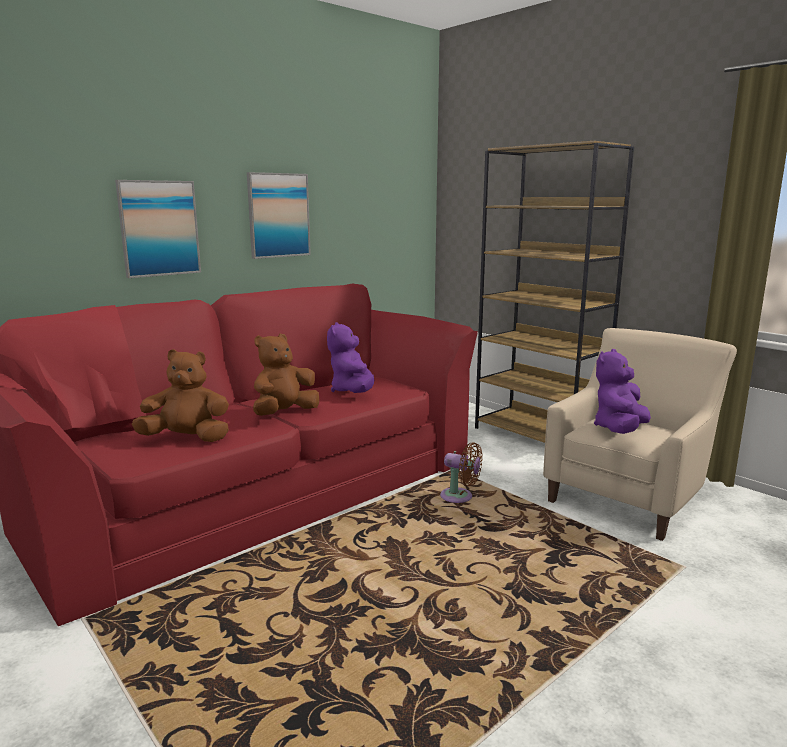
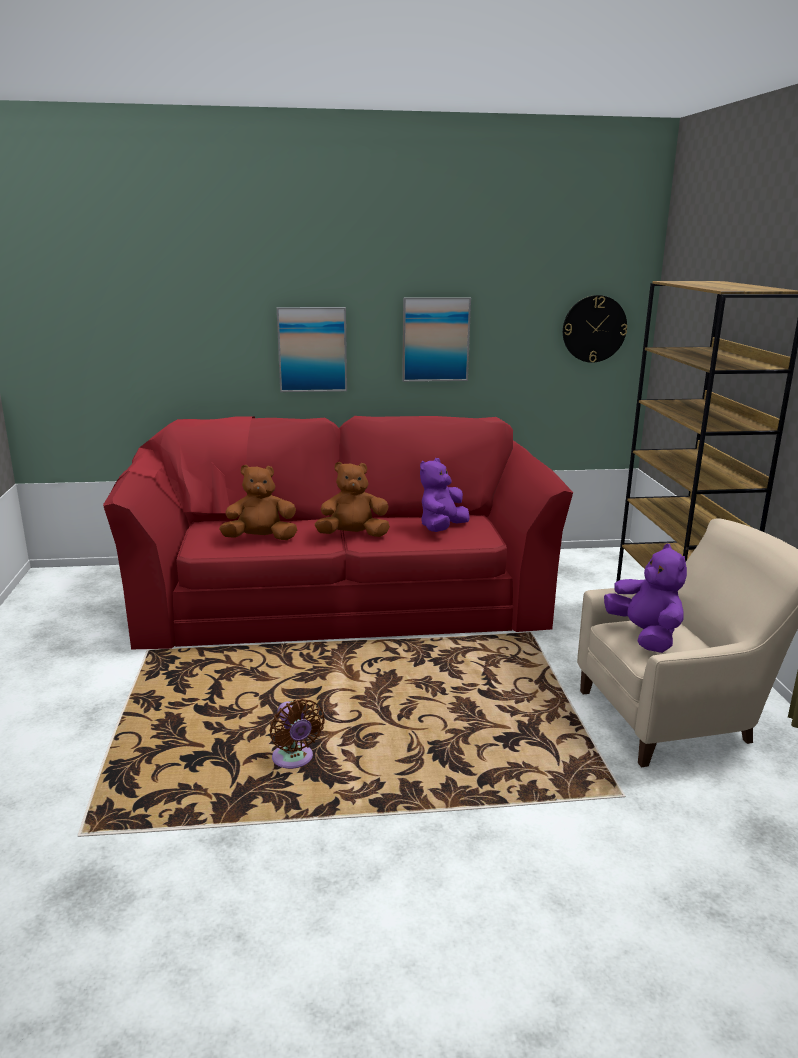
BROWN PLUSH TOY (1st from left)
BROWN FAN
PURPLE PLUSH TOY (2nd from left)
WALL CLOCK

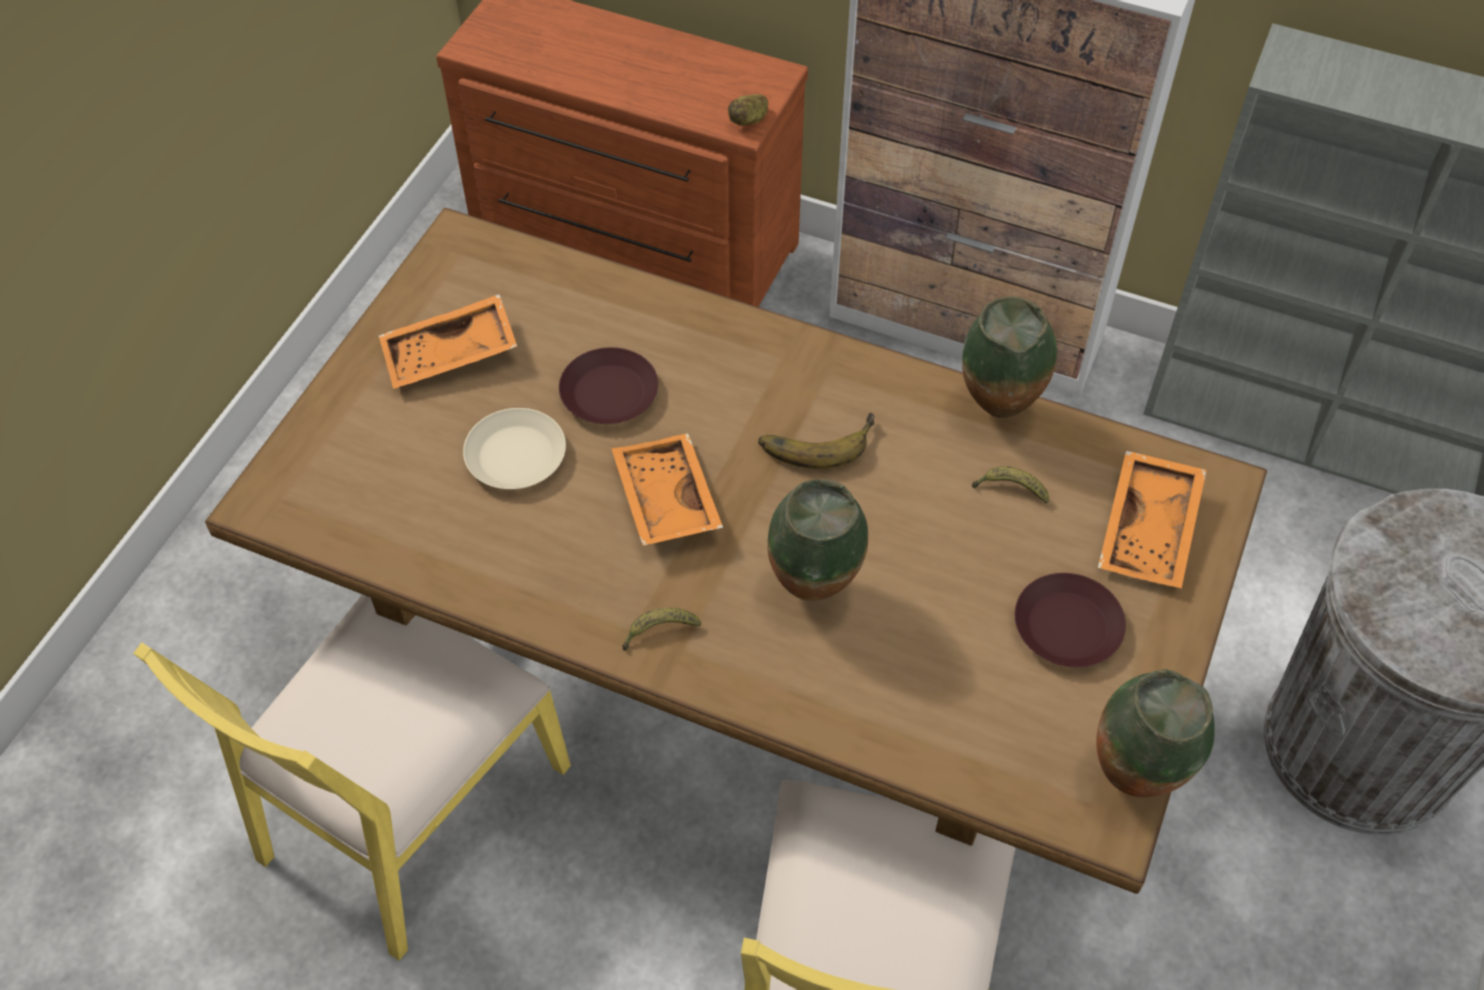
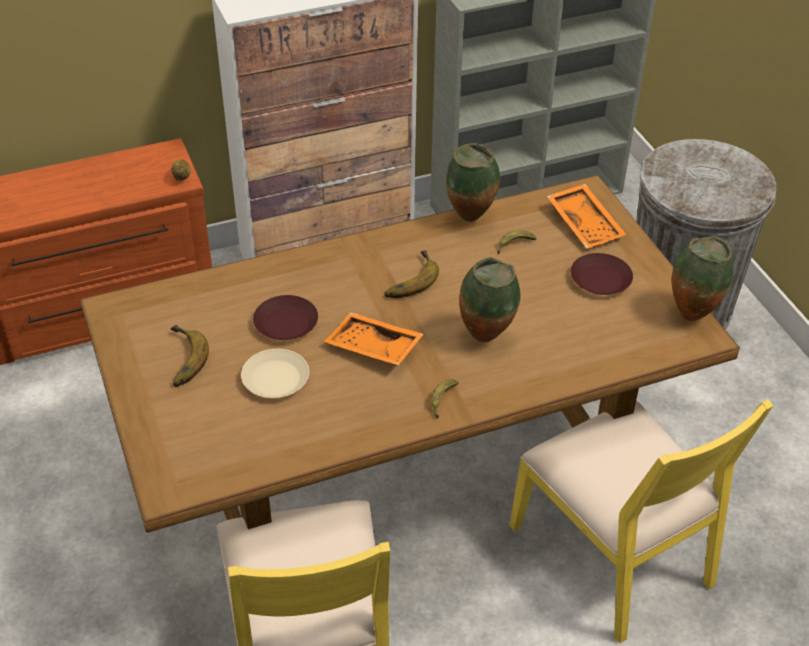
BANANA (1st from left)

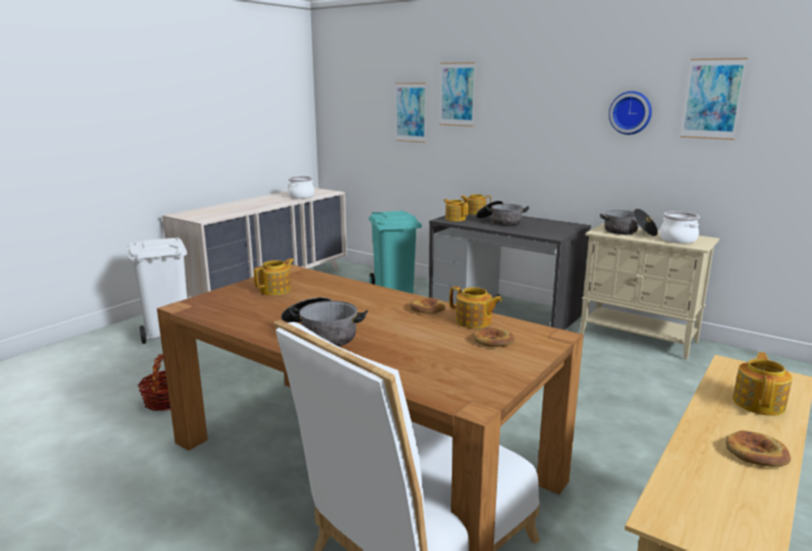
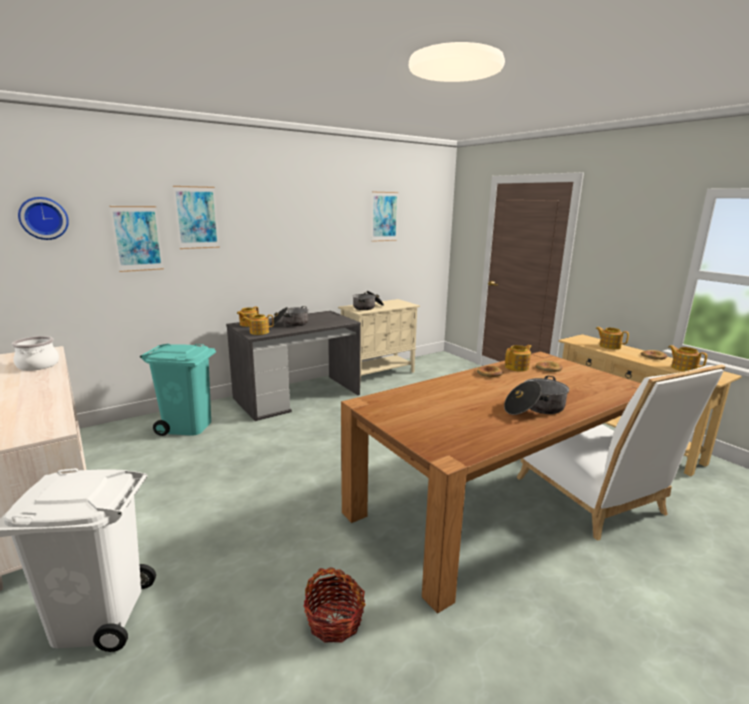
TEAPOT (5th from left)
WALL CLOCK
COOKING POT (5th from left in the first image)

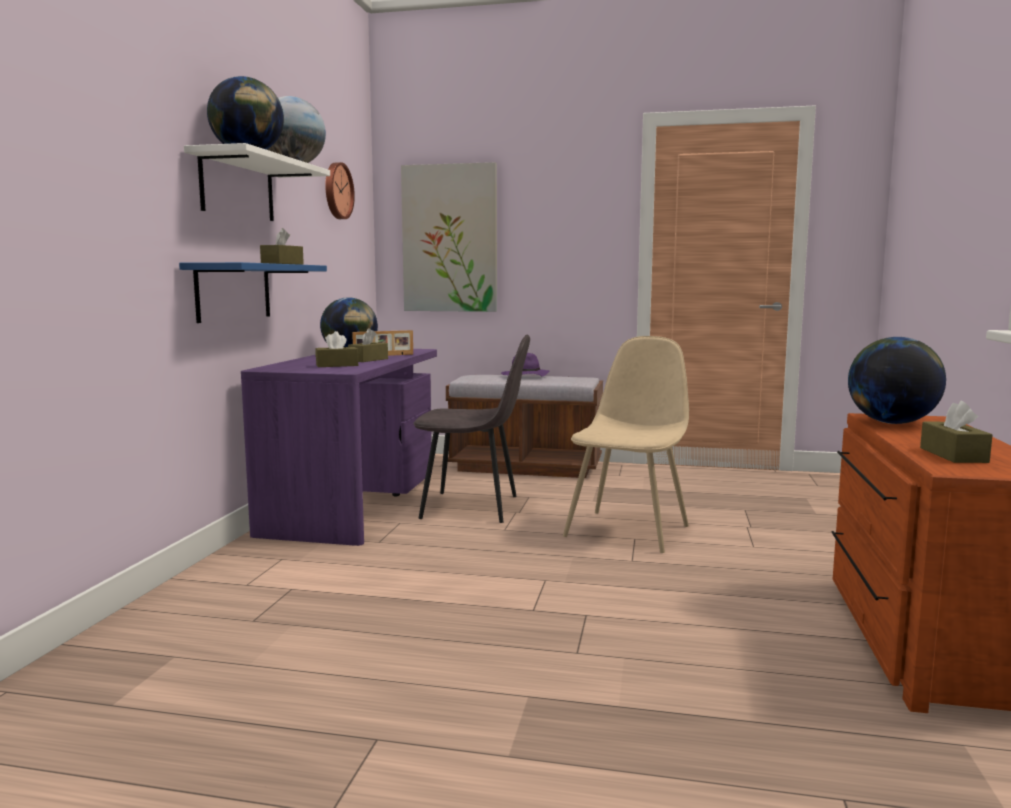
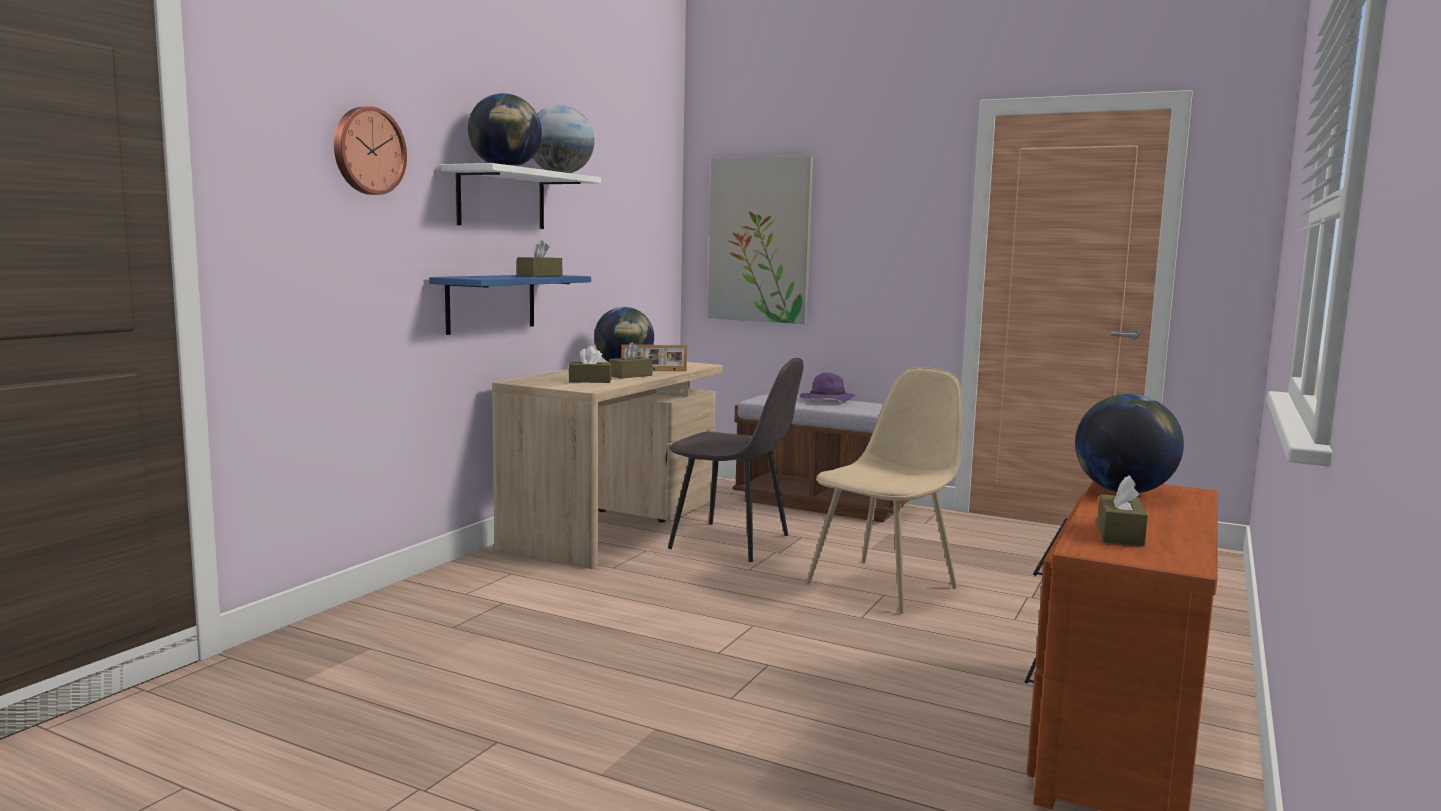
BEIGE DESK
WALL CLOCK

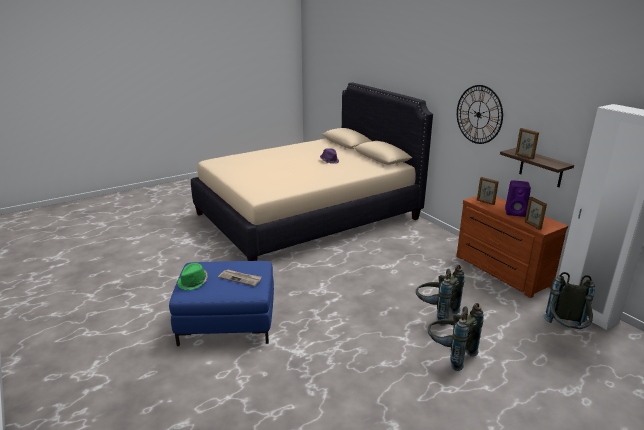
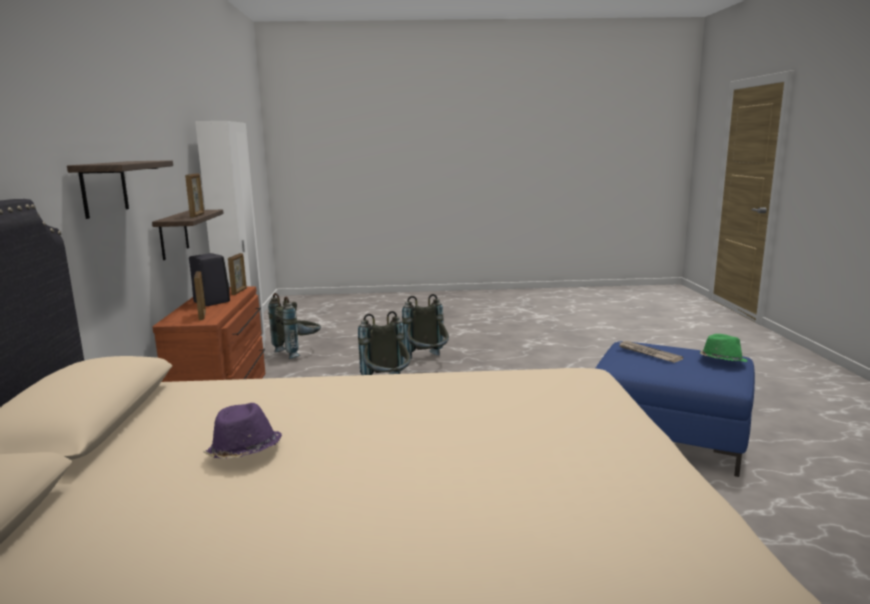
SHELF (1st from left)
BLACK SPEAKER

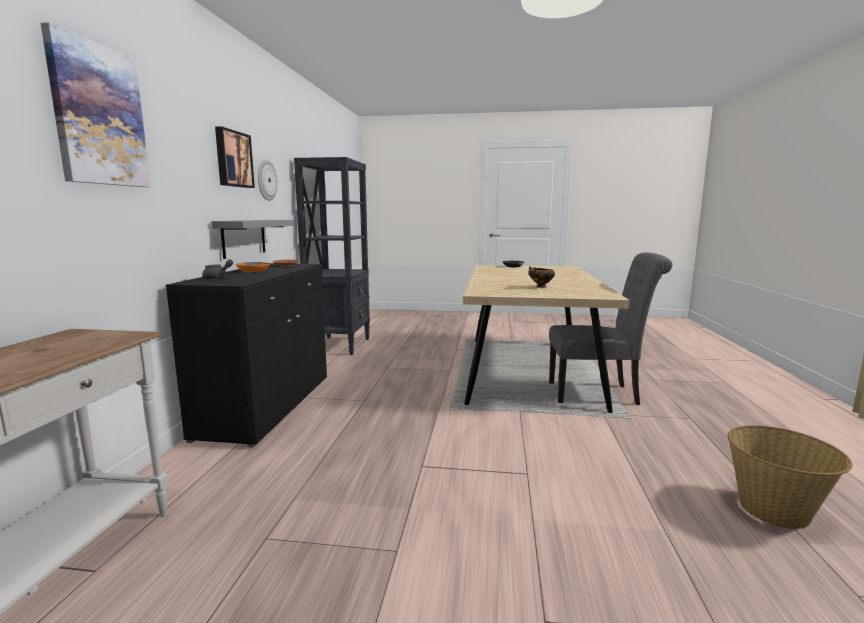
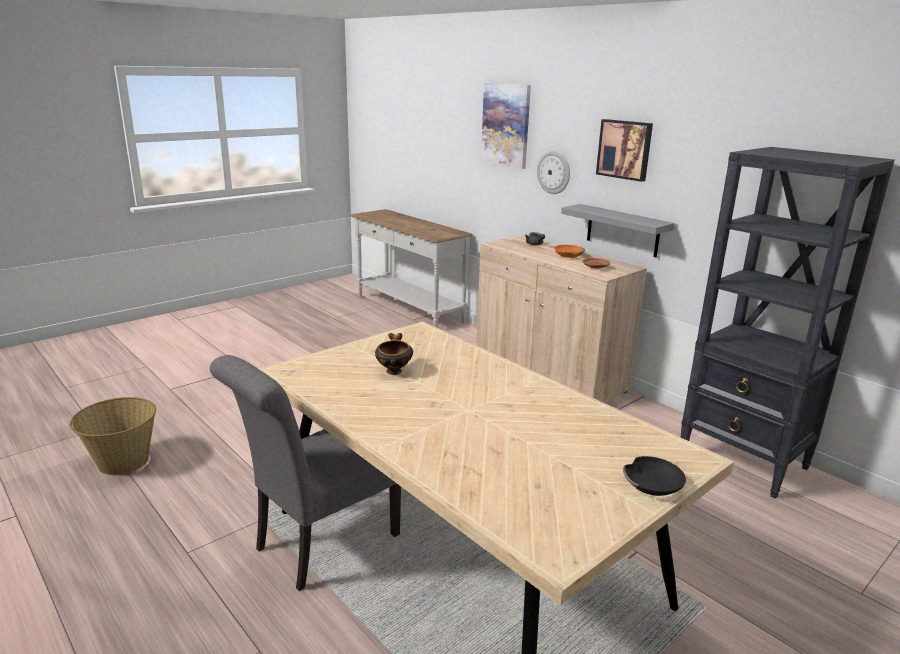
BEIGE CABINET
WALL CLOCK

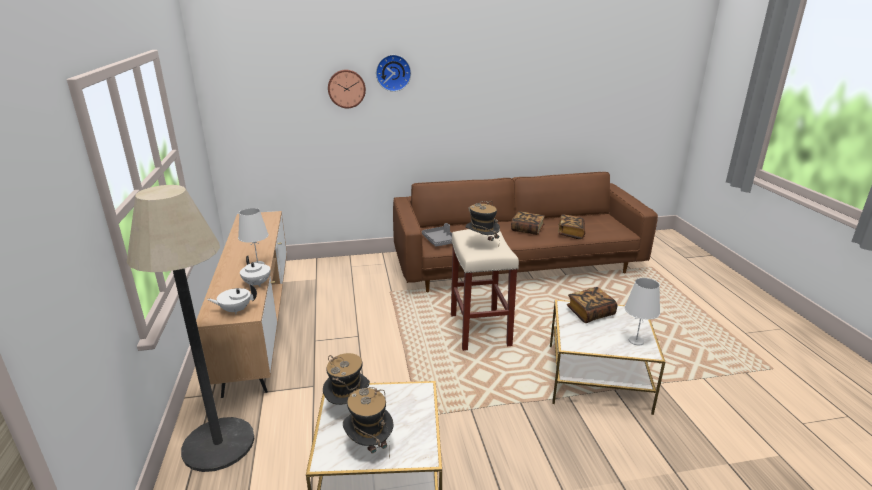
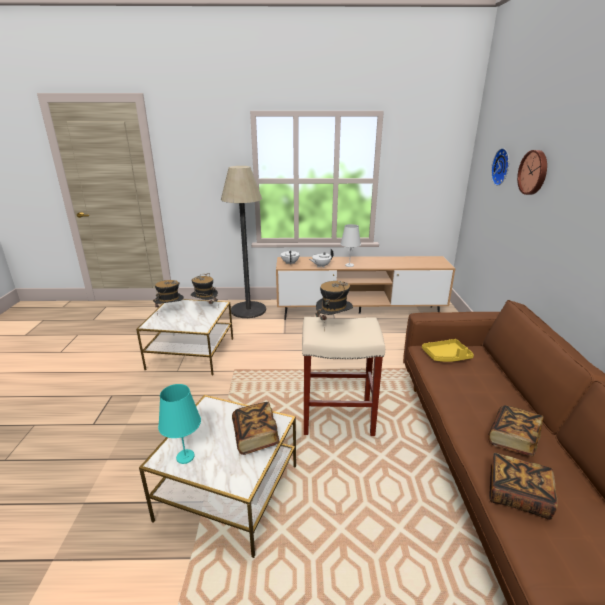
WALL CLOCK (1st from left)
YELLOW TRAY
TURQUOISE TABLE LAMP

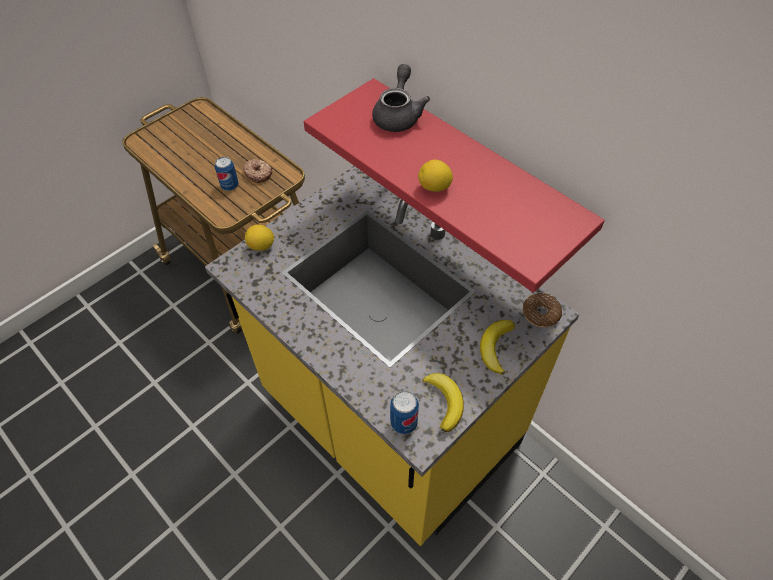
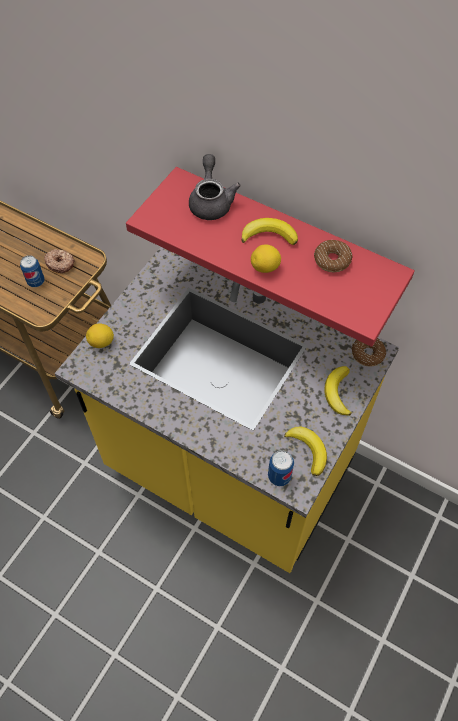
BANANA (1st from left)
DONUT (2nd from left)

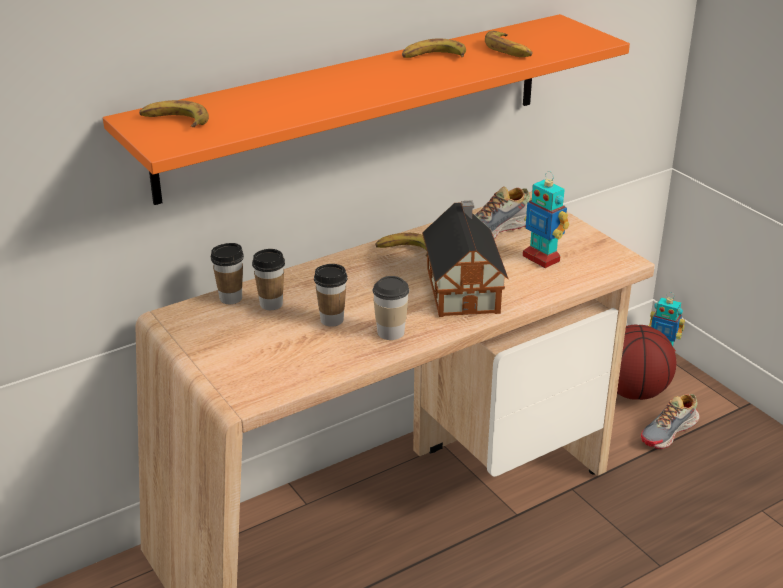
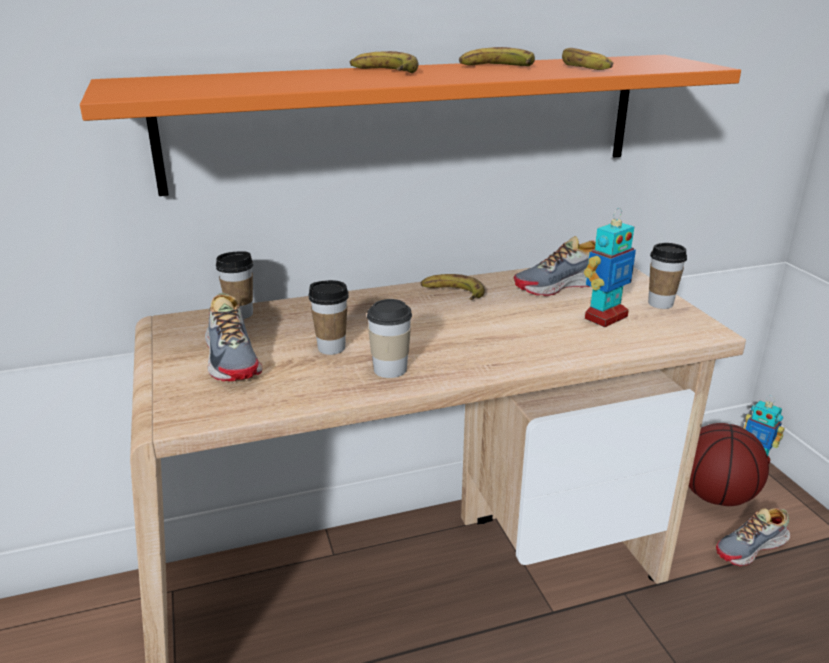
BANANA (1st from left)
CUP (4th from left)
TOY HOUSE
TOY ROBOT (1st from left)
SHOE (1st from left)

